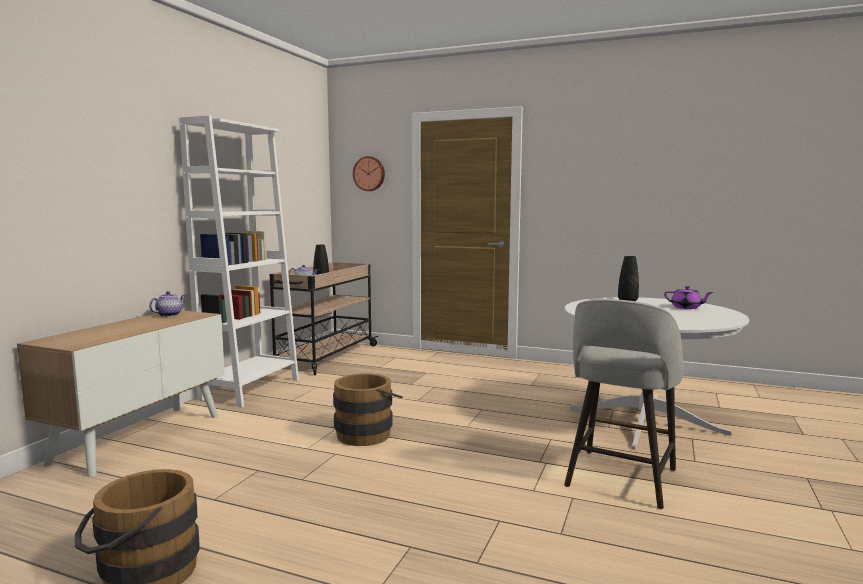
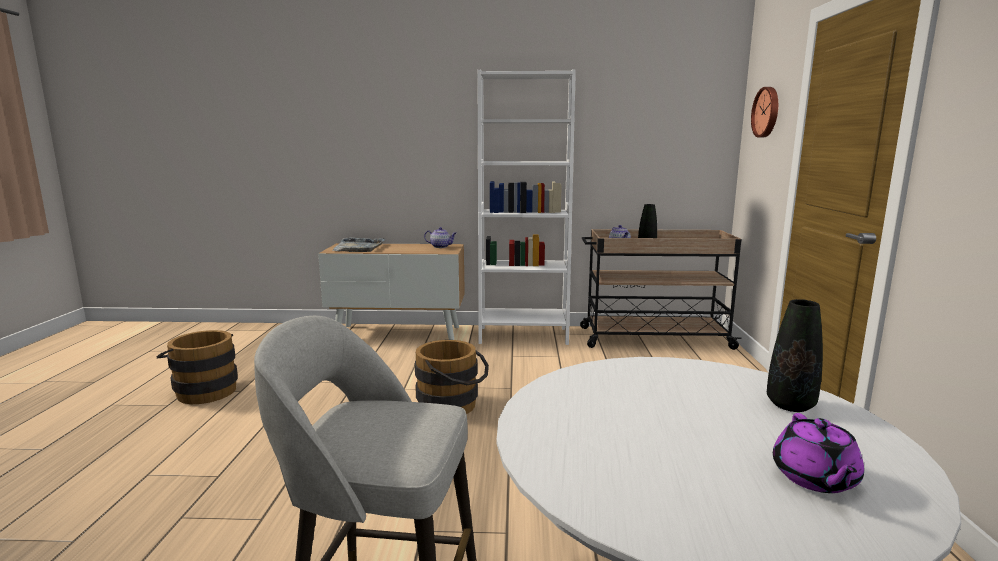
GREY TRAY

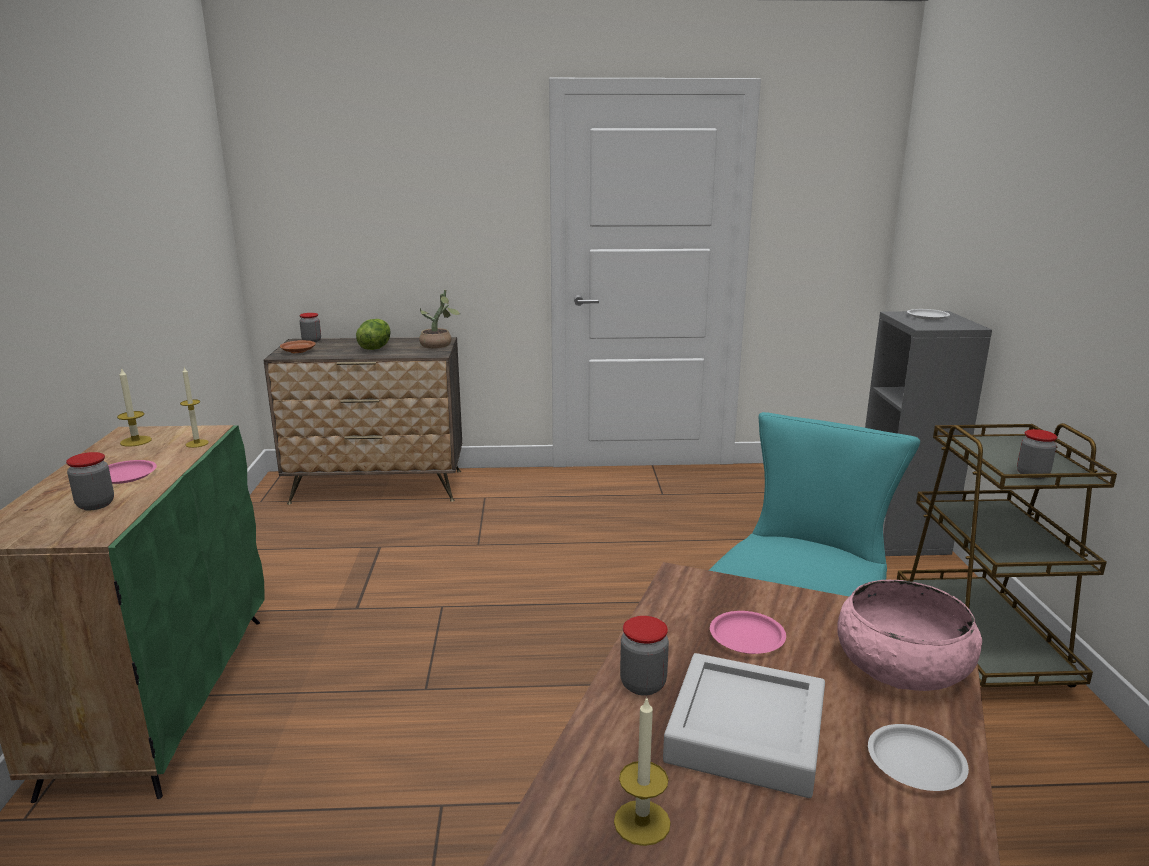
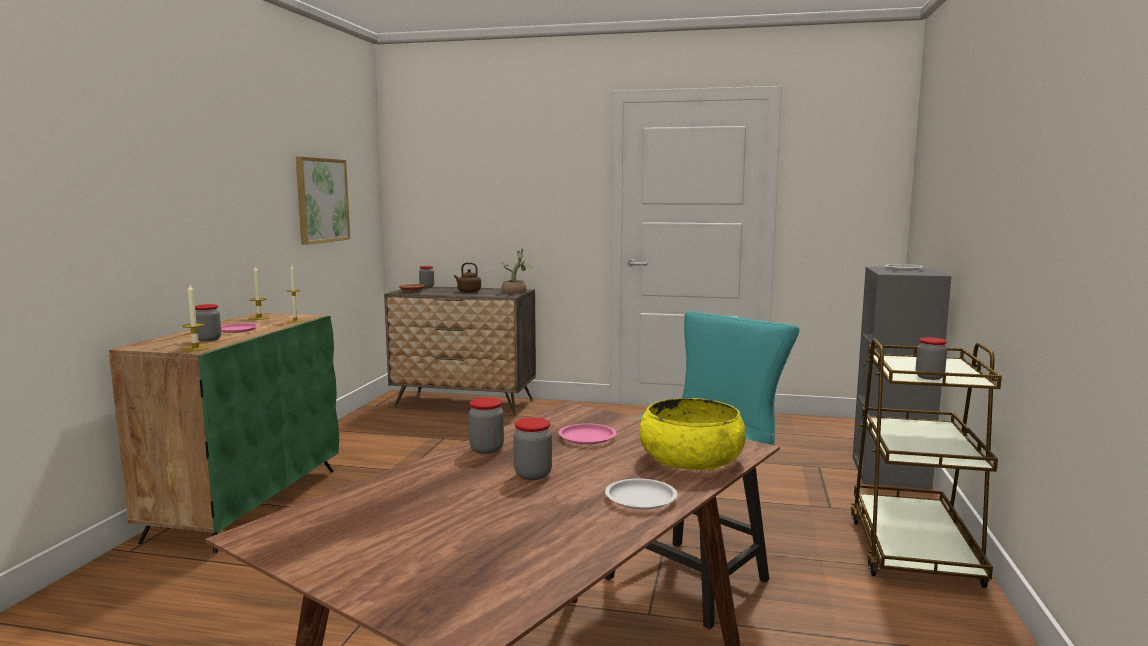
BROWN KETTLE
CANDLE (1st from left)
JAR (4th from left)
YELLOW BOWL
PICTURE

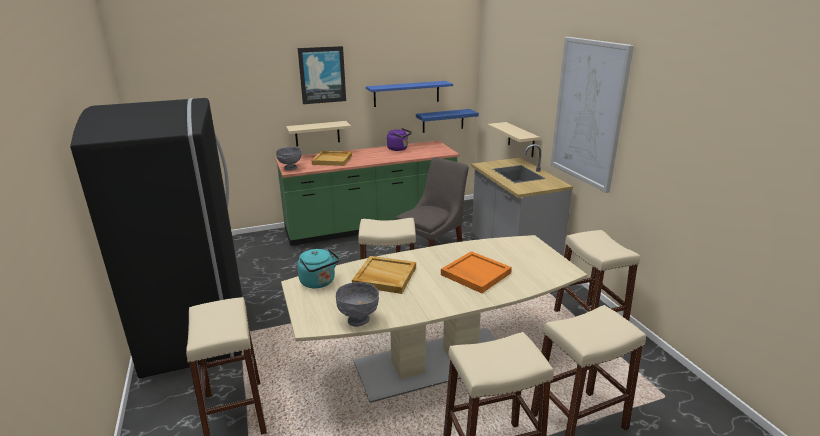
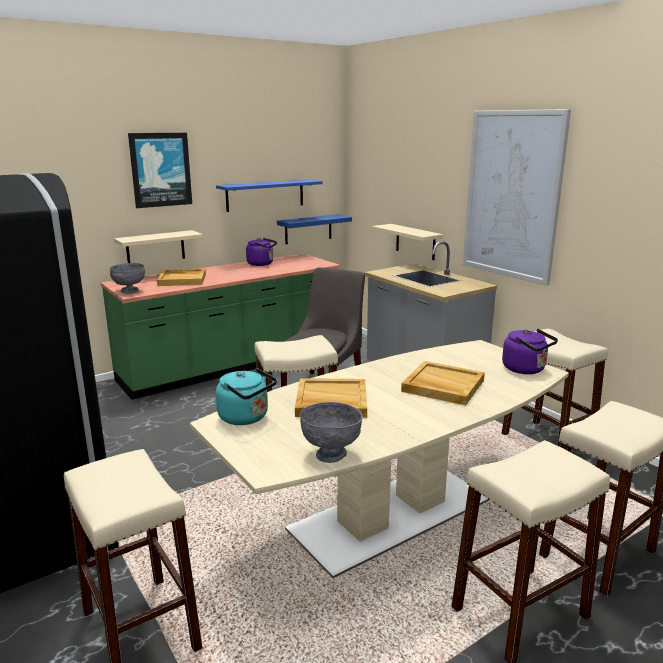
BEIGE TRAY (3rd from left)
PURPLE KETTLE (2nd from left)

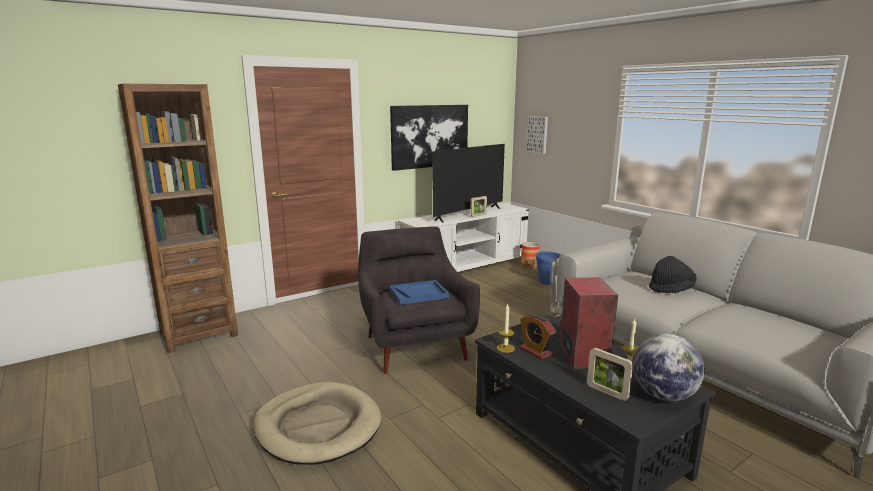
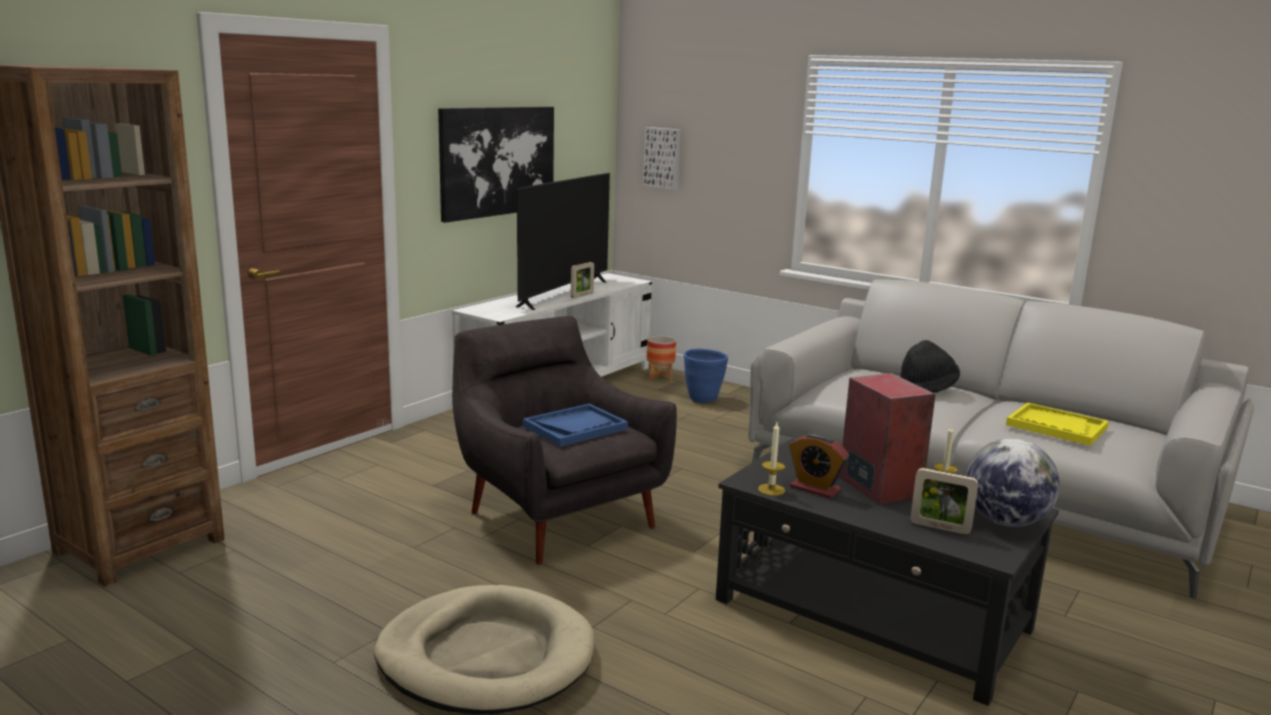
YELLOW TRAY

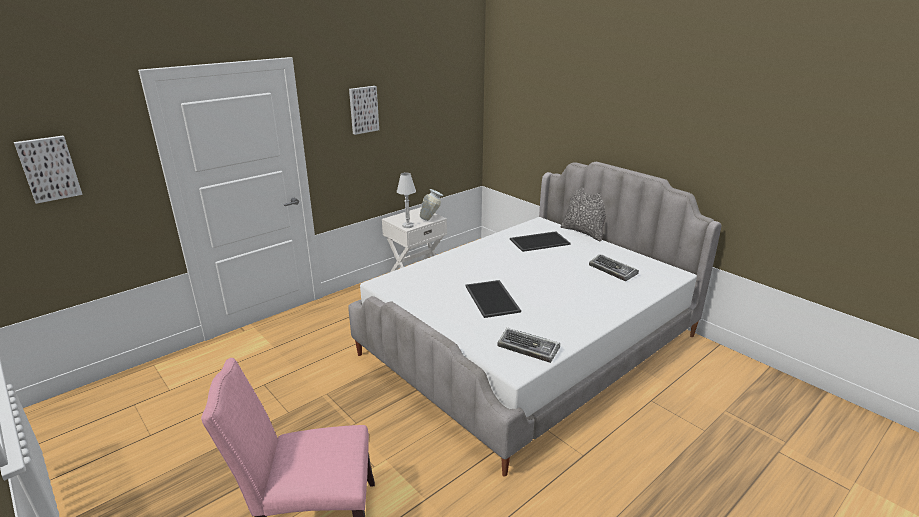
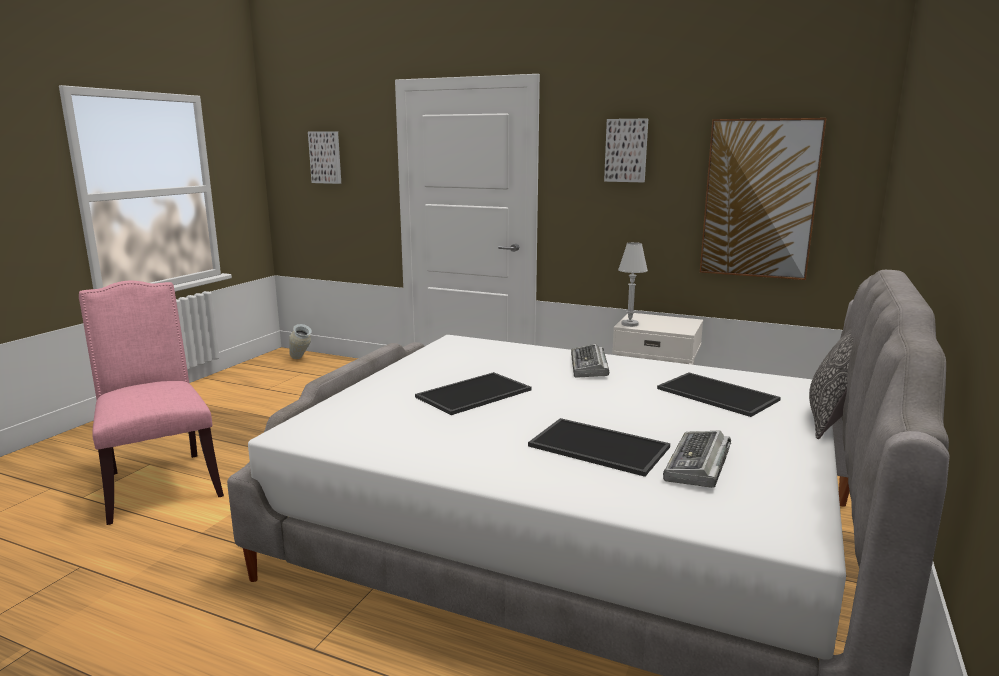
VASE
KEYBOARD (1st from left)
TRAY (2nd from left)
PICTURE (3rd from left)

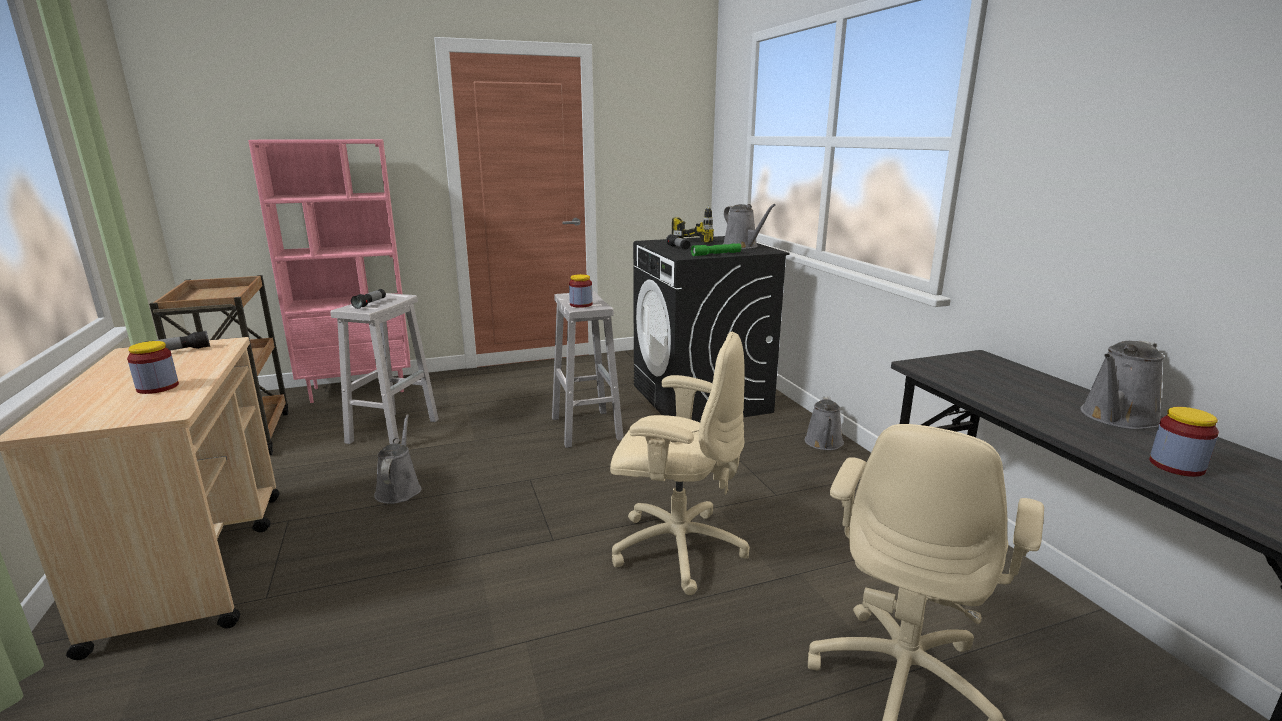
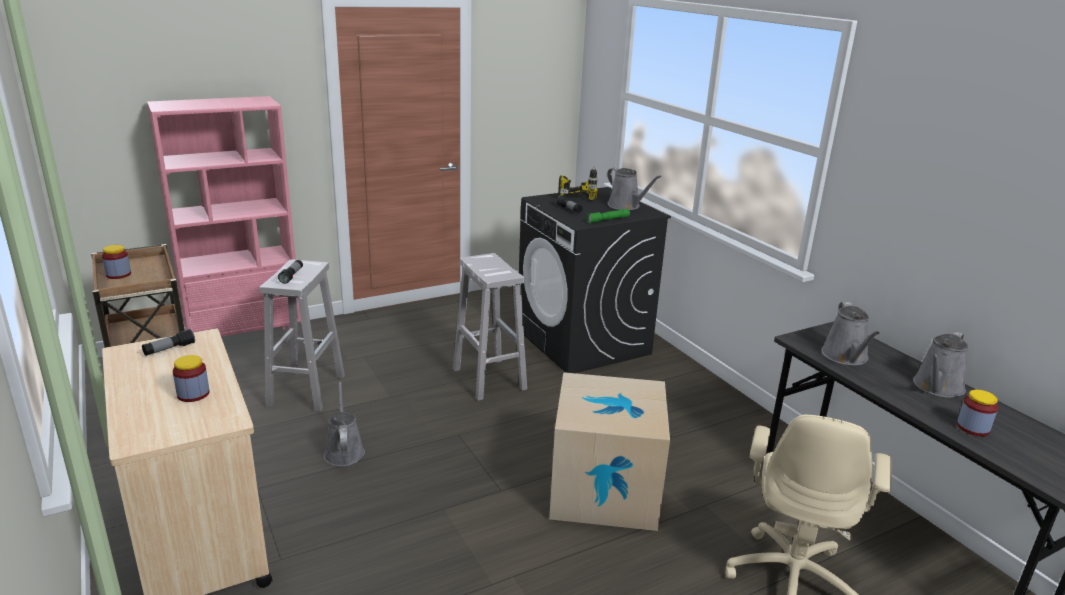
JAR (1st from left)
CARDBOARD BOX
GREY WATERING CAN (3rd from left)

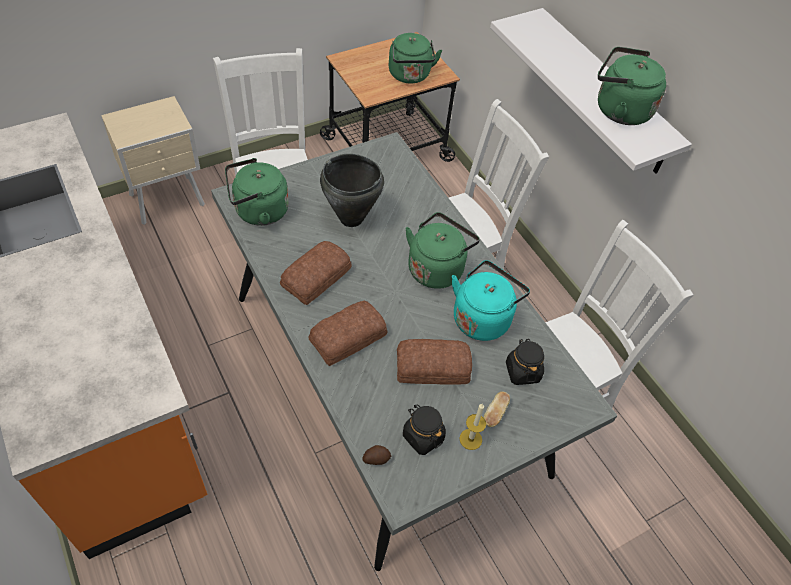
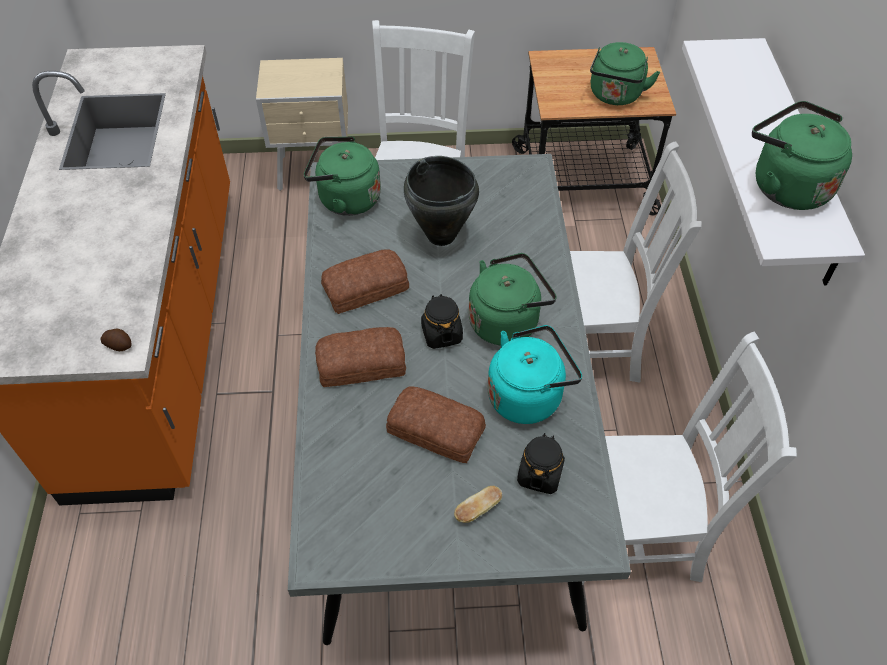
POTATO
BLACK JAR (1st from left)
CANDLE

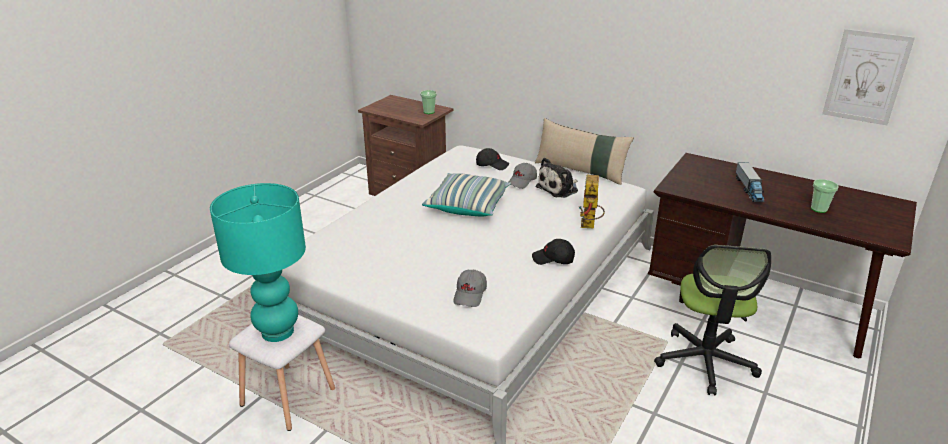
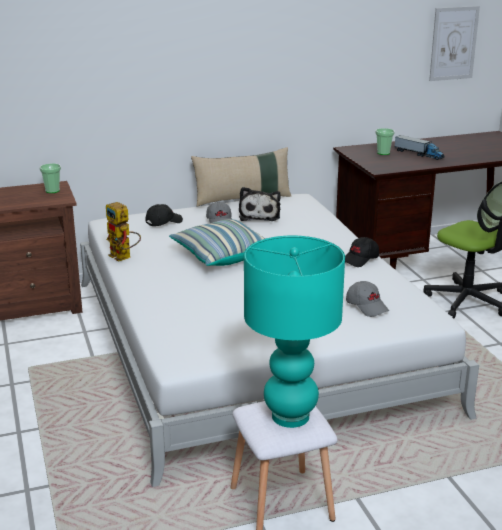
TOY ROBOT
CUP (2nd from left)

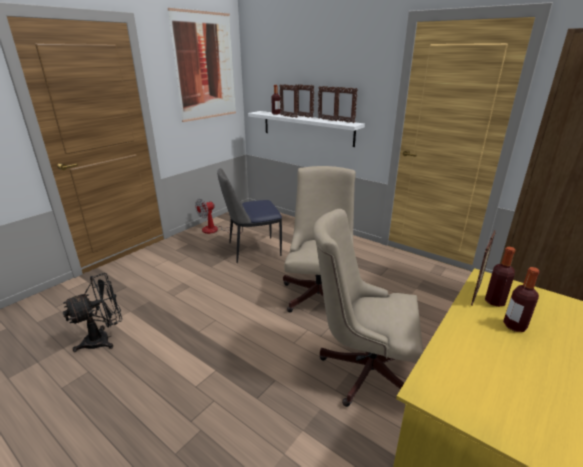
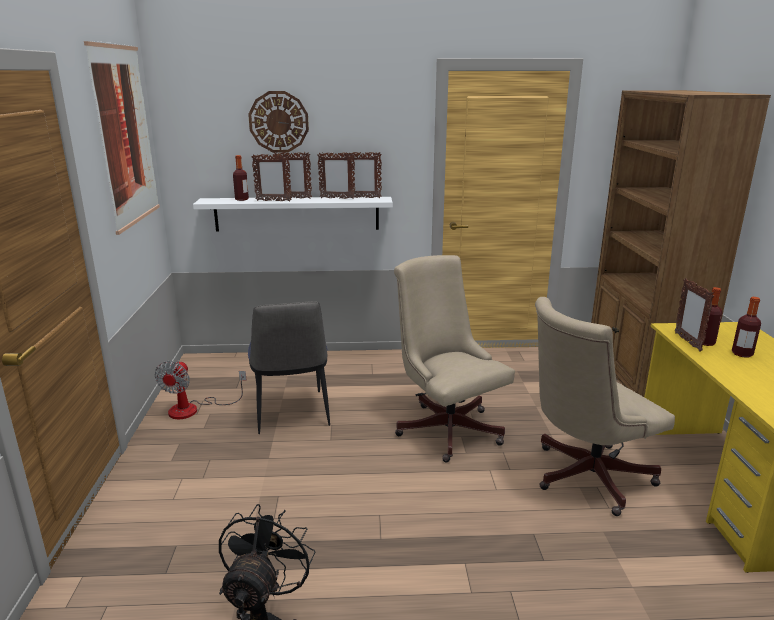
CHAIR
WALL CLOCK

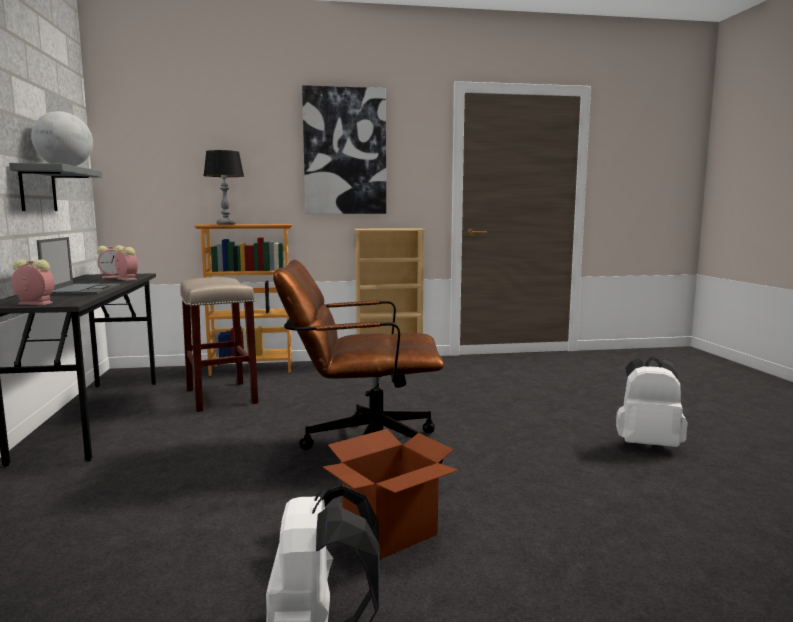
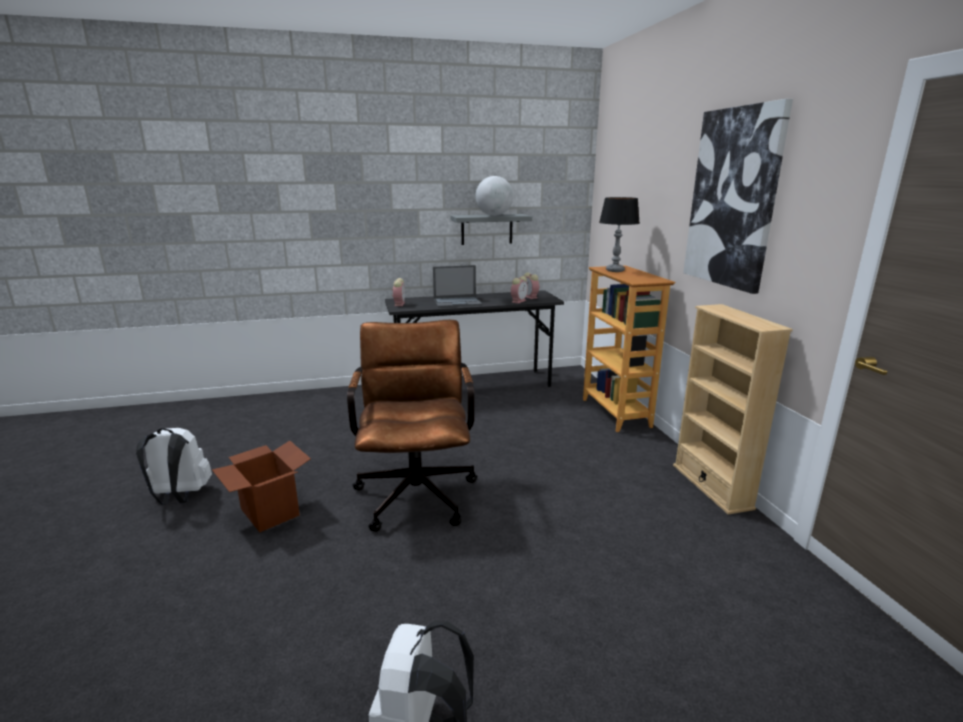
BEIGE STOOL

